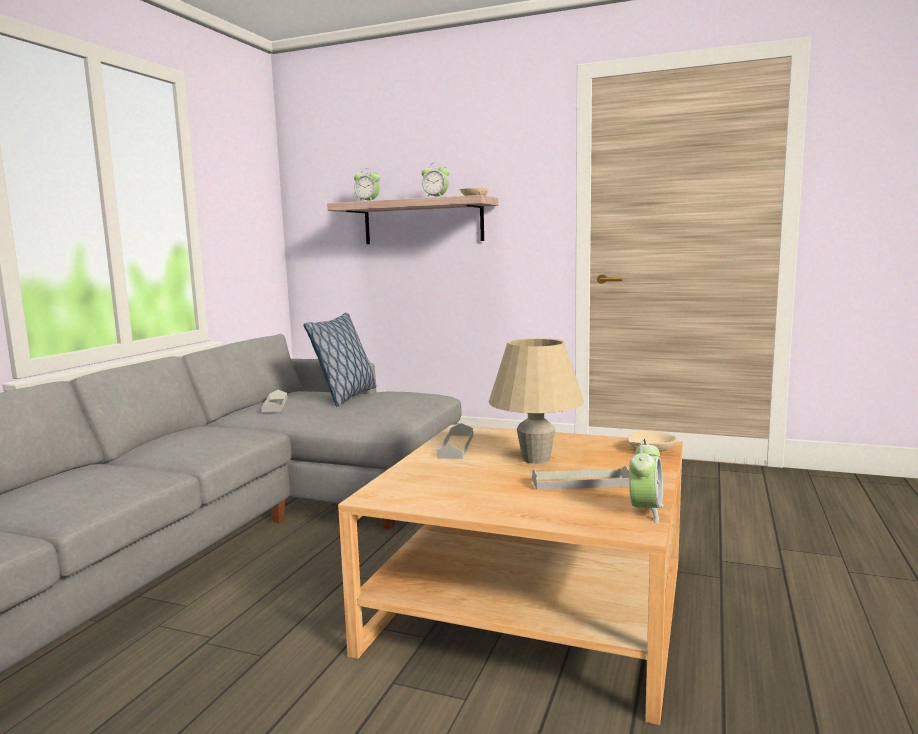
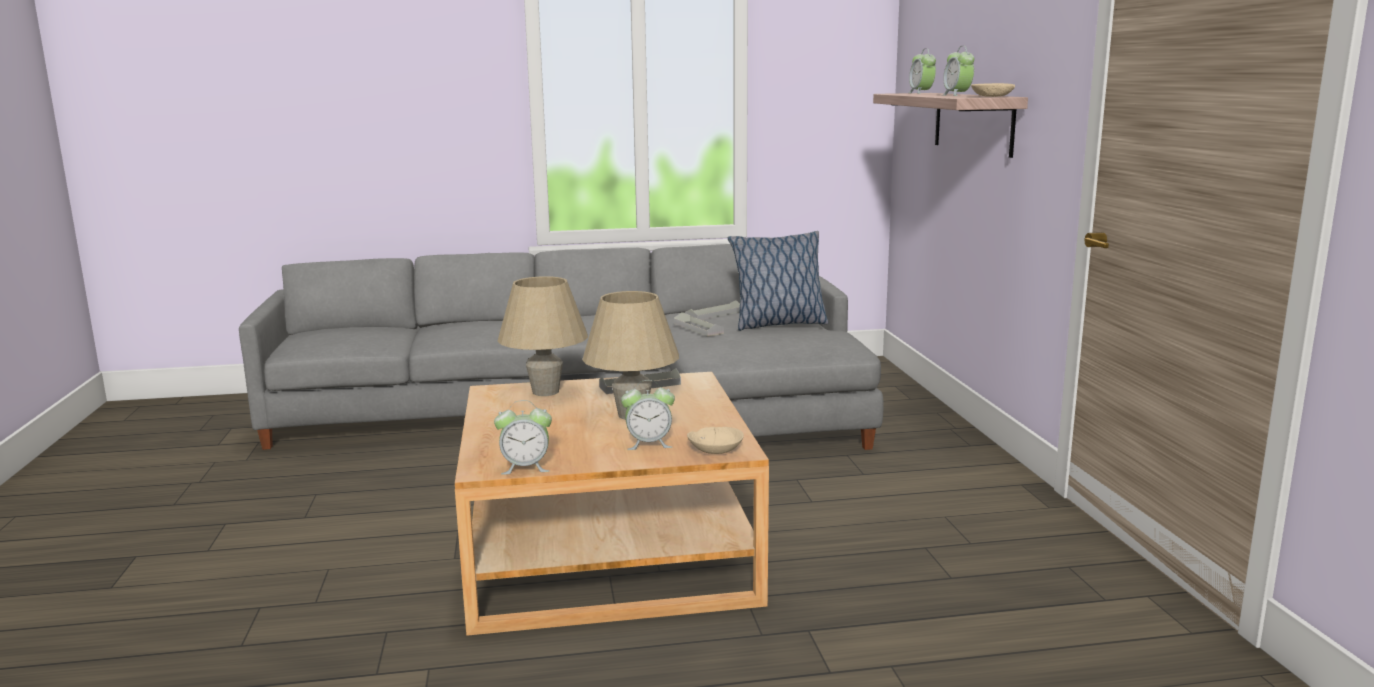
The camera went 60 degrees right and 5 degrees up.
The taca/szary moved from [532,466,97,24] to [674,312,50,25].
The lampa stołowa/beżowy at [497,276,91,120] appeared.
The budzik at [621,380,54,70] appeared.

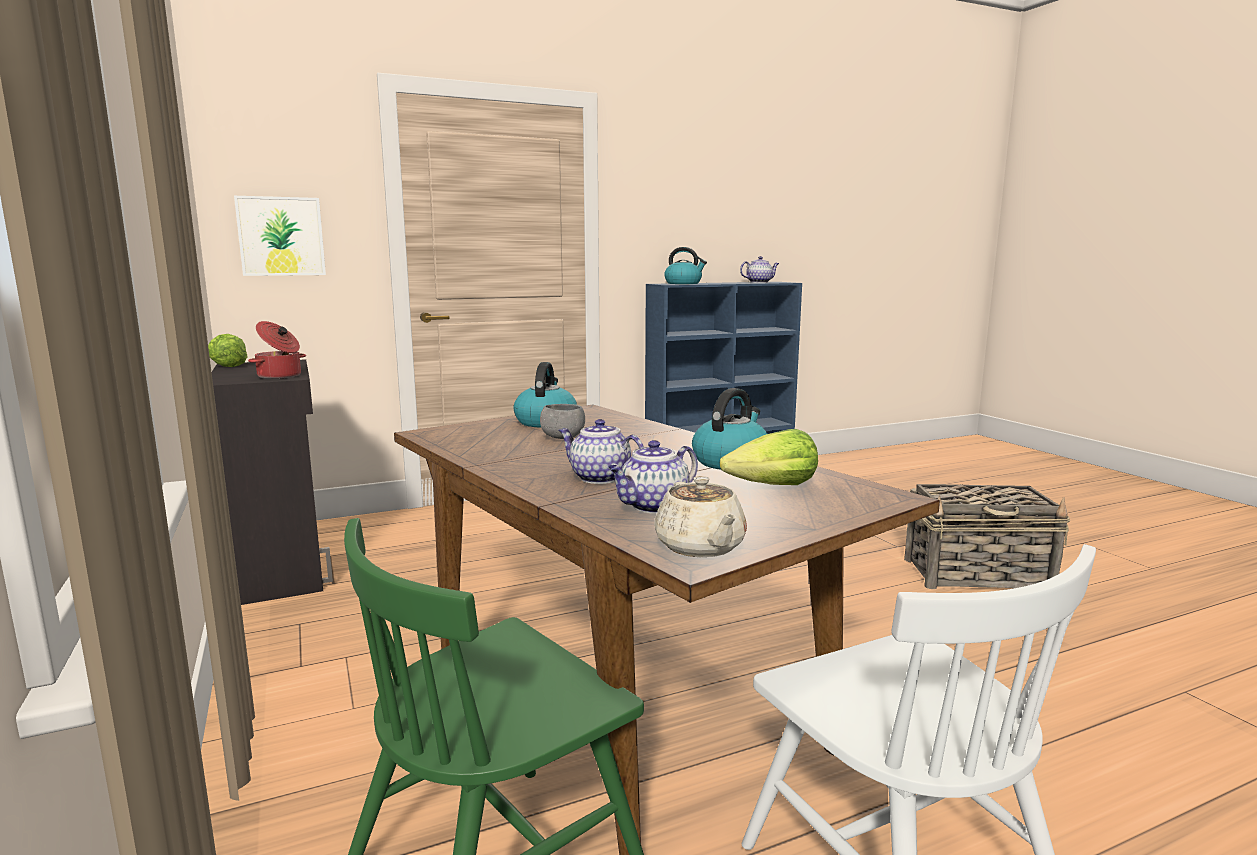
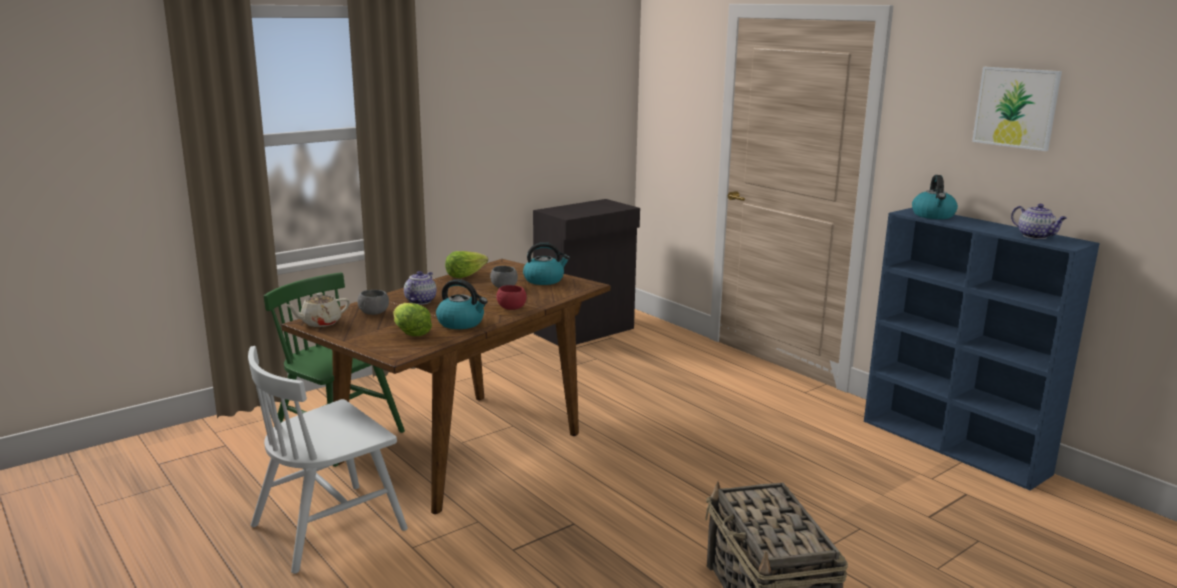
The camera went 75 degrees right and 5 degrees up.
The sałata moved from [208,334,40,33] to [445,251,43,27].
The obraz moved from [234,196,92,80] to [972,67,90,84].
The garnek at [248,321,58,58] disappeared.
The imbryk at [608,440,90,74] was replaced by the miska/szary at [357,290,32,25].
The miska/czerwony at [497,285,29,25] appeared.

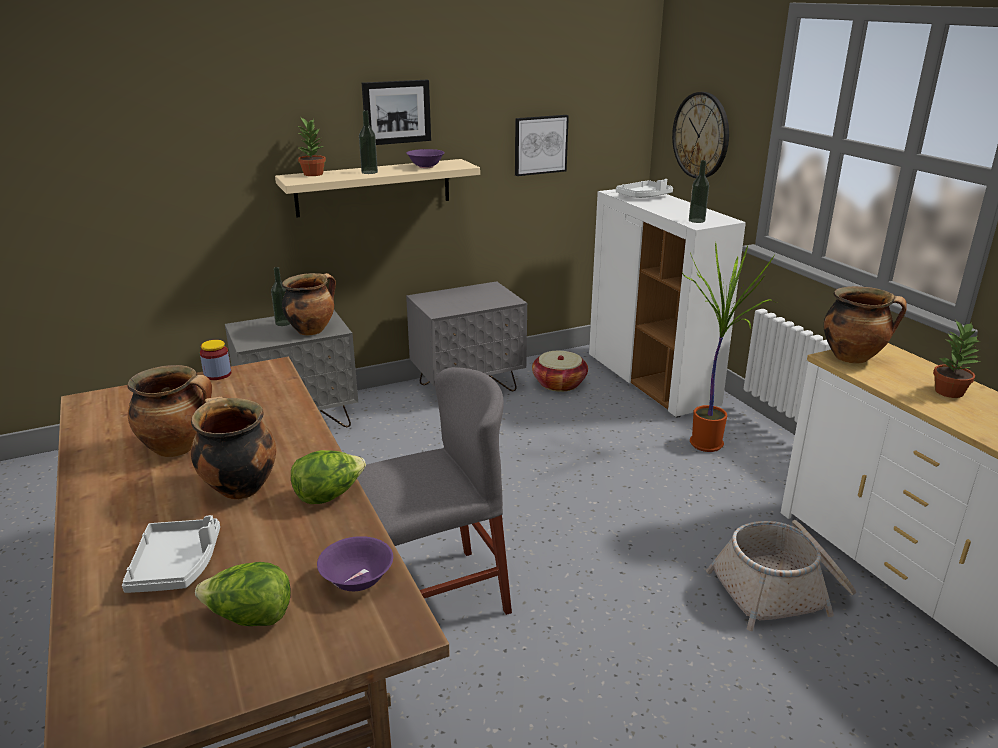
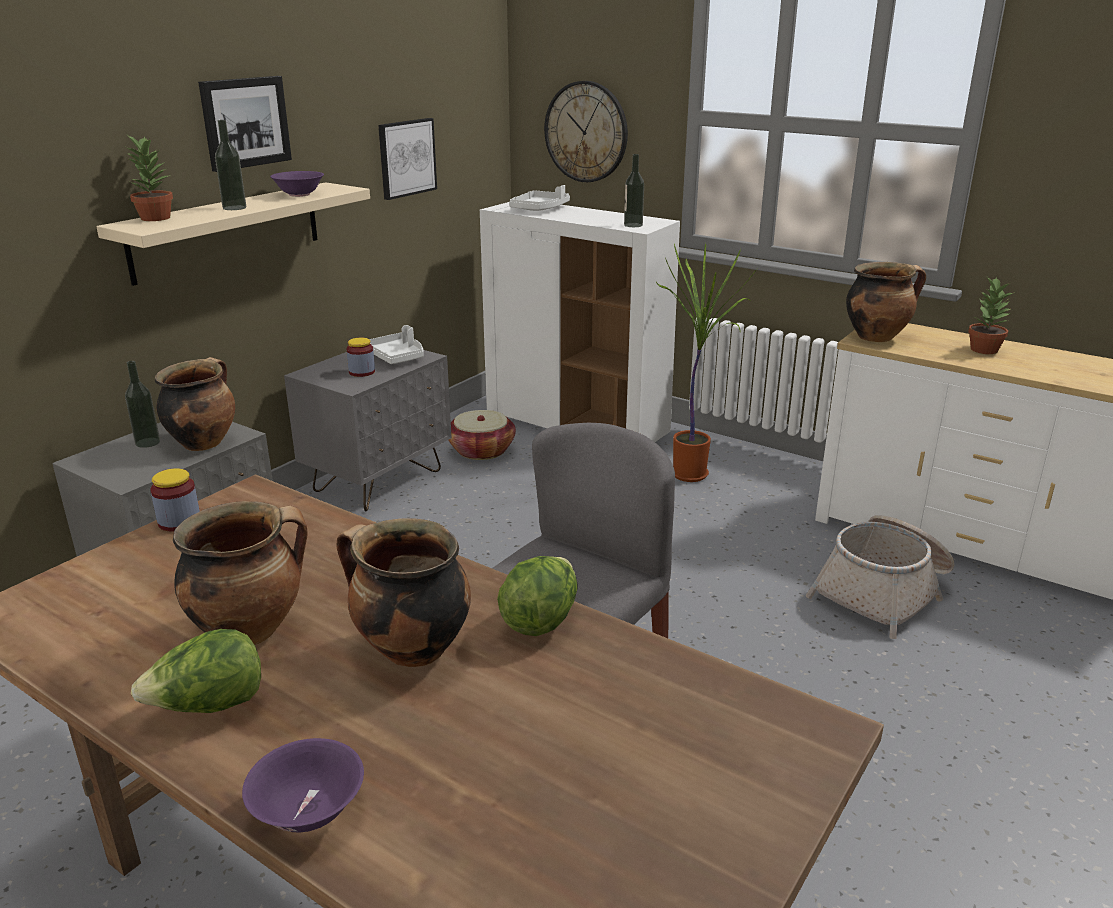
The camera went 30 degrees left and 0 degrees up.
The taca/biały moved from [122,515,98,78] to [369,325,55,39].
The sałata moved from [195,562,96,64] to [131,629,130,84].
The miska/fioletowy moved from [317,536,76,55] to [242,738,122,95].
The słoik at [346,338,29,39] appeared.

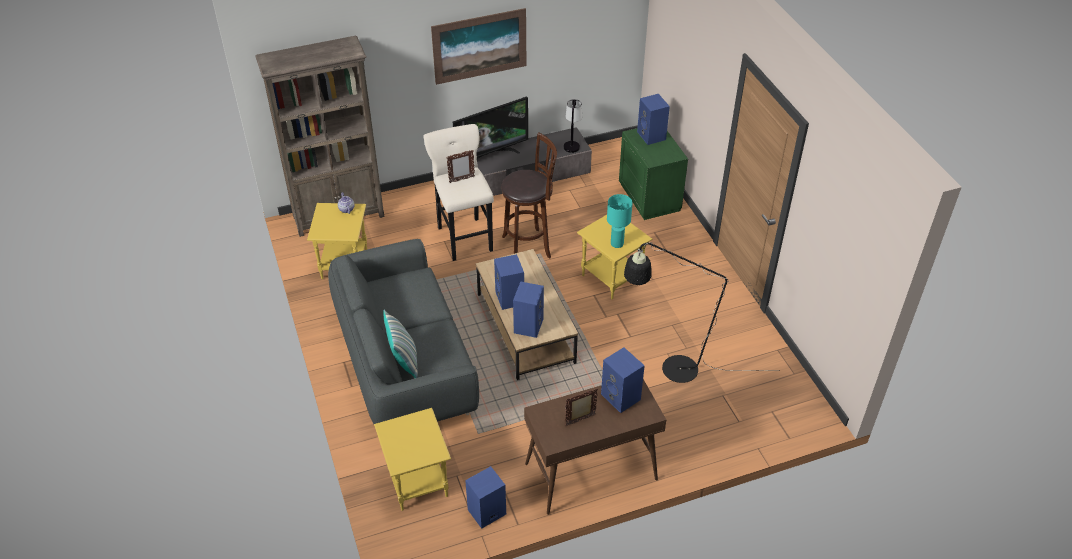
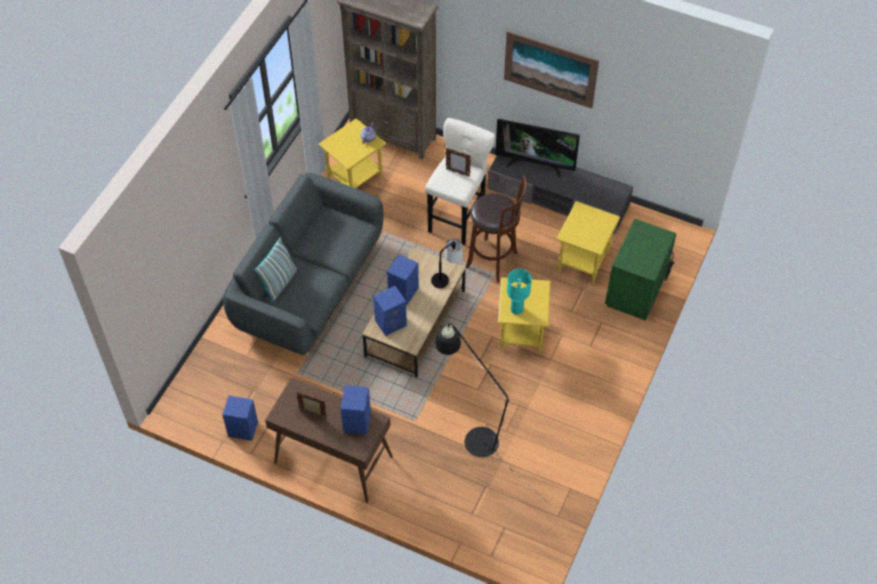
The camera went 45 degrees right and 10 degrees up.
The stolik/żółty moved from [374,408,77,103] to [556,201,64,82].
The lampa stołowa moved from [564,99,18,54] to [431,239,32,49].
The głośnik/niebieski at [637,94,33,51] disappeared.

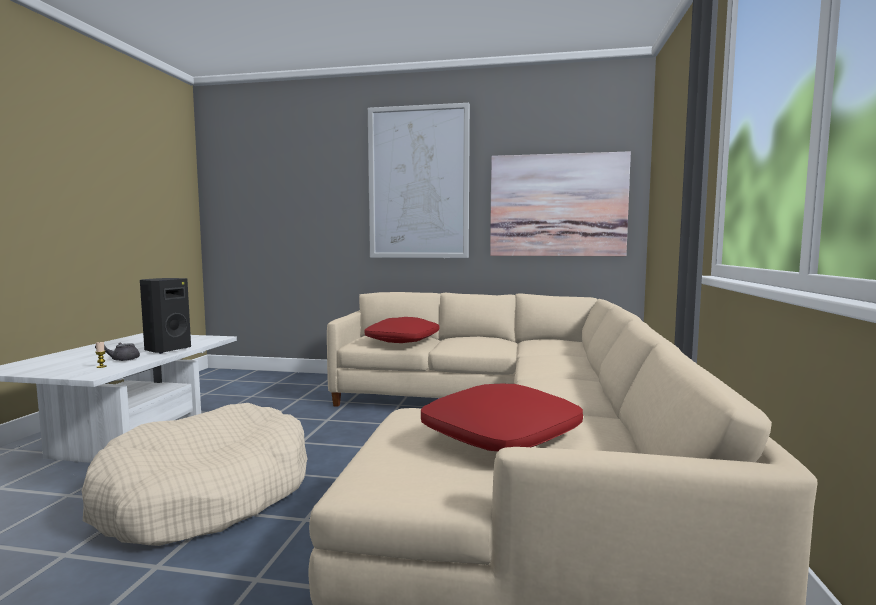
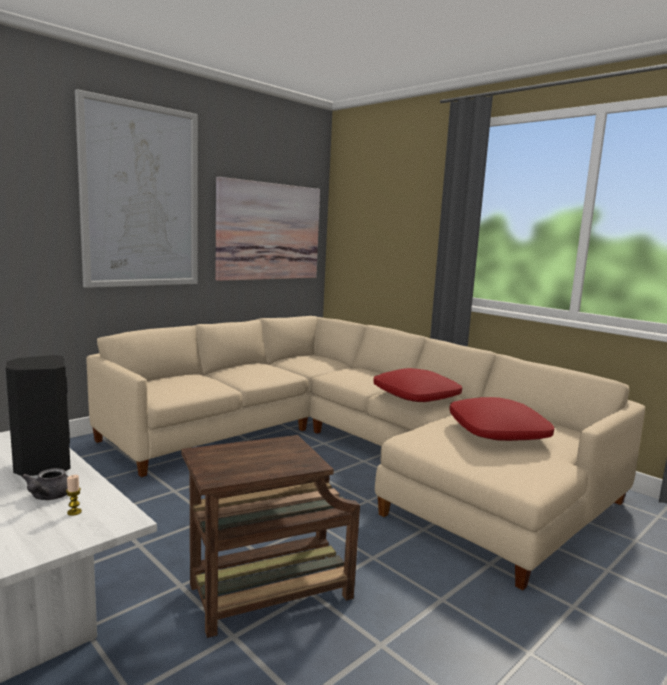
The camera went 55 degrees left and 5 degrees up.
The legowisko/beżowy at [82,403,226,143] was replaced by the stolik/brązowy at [181,435,179,203].
The poduszka/czerwony moved from [365,317,75,26] to [373,368,89,34].

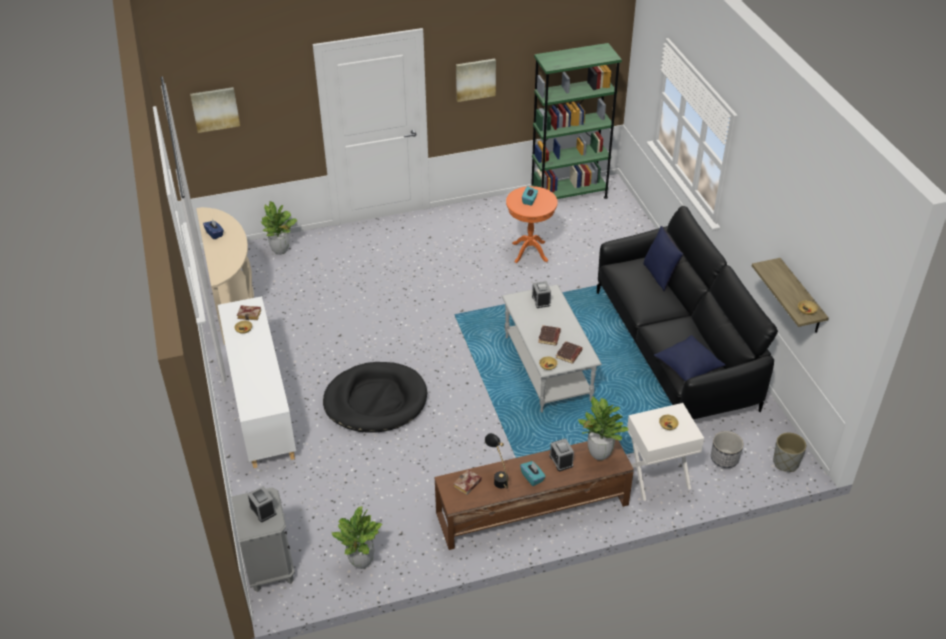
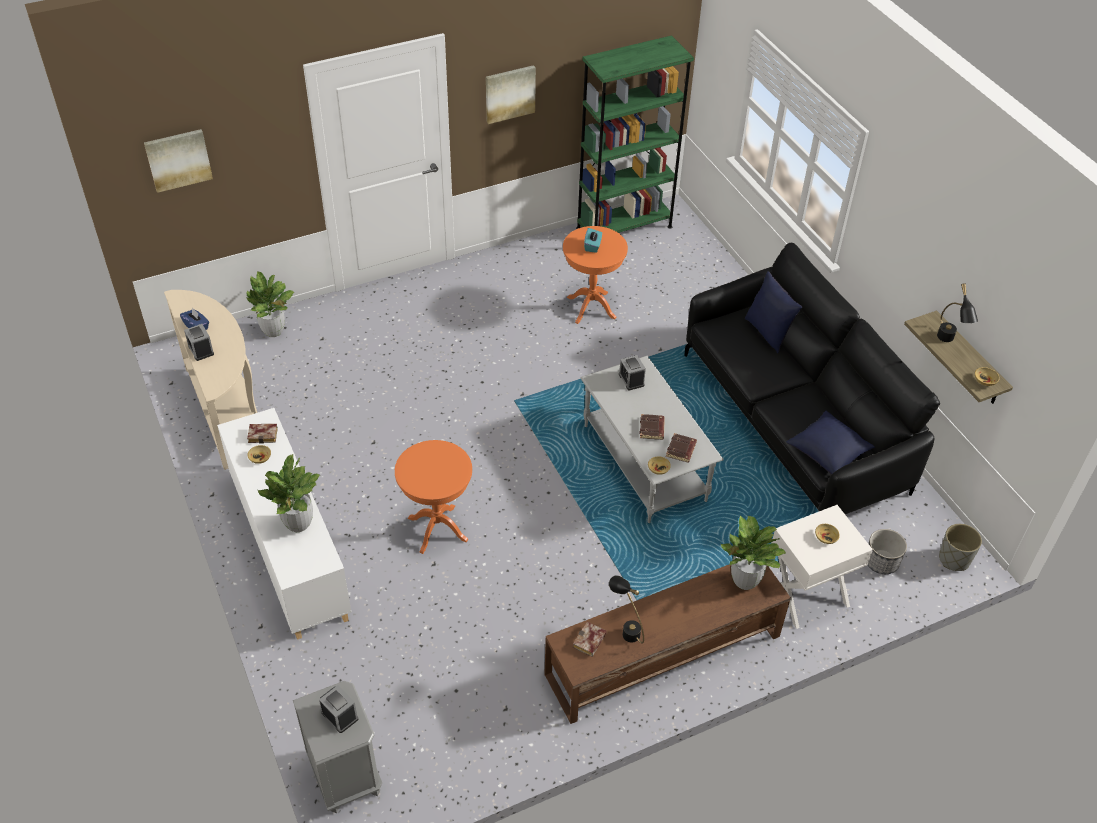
The camera went 10 degrees left and 5 degrees up.
The legowisko/czarny at [323,362,105,71] was replaced by the stolik/pomarańczowy at [395,440,77,114].
The roślina doniczkowa moved from [332,506,51,63] to [258,454,62,78].
The pudełko chusteczek/turkusowy at [520,461,26,25] disappeared.
The budzik moved from [550,439,24,32] to [184,324,30,37].
The lampa stołowa/czarny at [937,283,41,59] appeared.

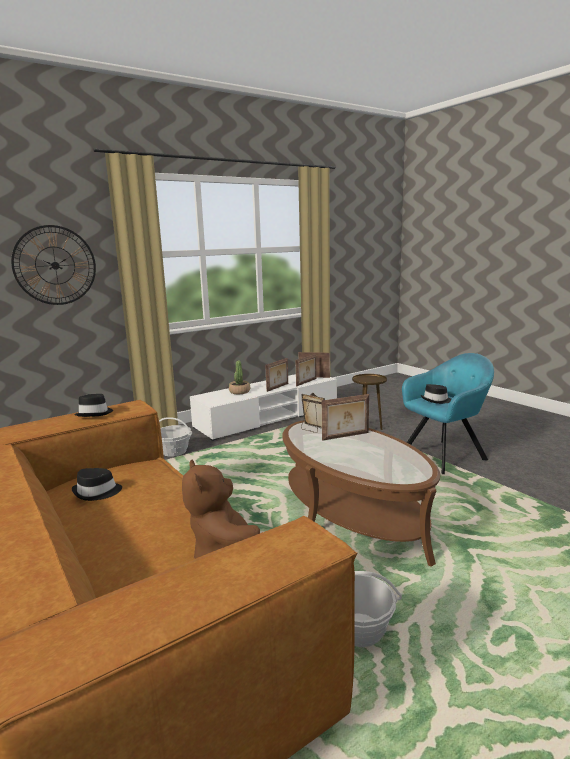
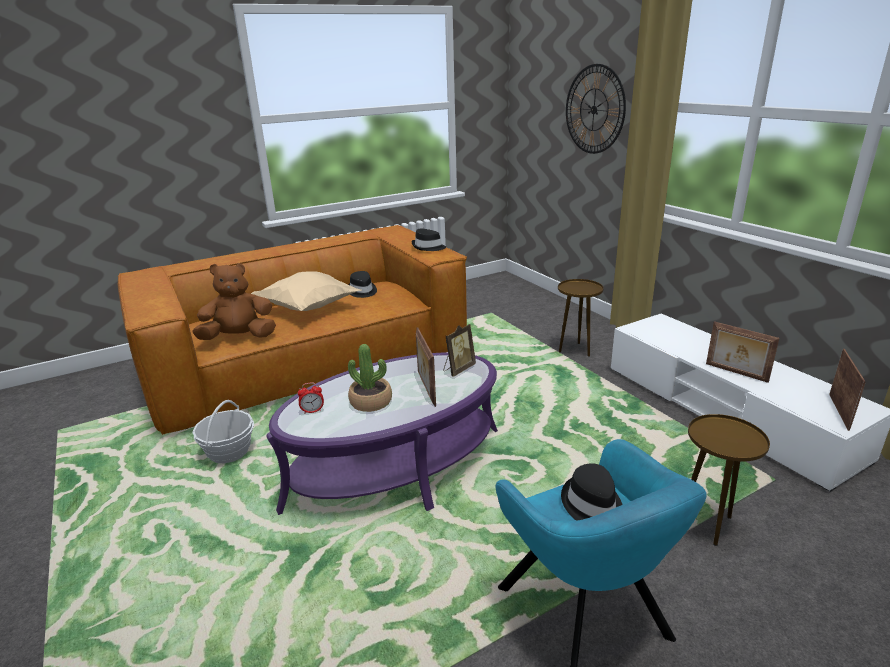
The camera went 95 degrees right and 10 degrees up.
The koszyk at [159,417,33,40] was replaced by the stolik/brązowy at [558,279,46,78].
The roślina doniczkowa moved from [229,360,21,34] to [348,344,44,68].
The ława/brązowy at [282,421,158,146] became the ława/fioletowy at [266,352,232,163].
The ramka na zdjęcie at [295,354,21,32] disappeared.
The poduszka/beżowy at [251,271,110,40] appeared.
The budzik at [298,382,26,32] appeared.

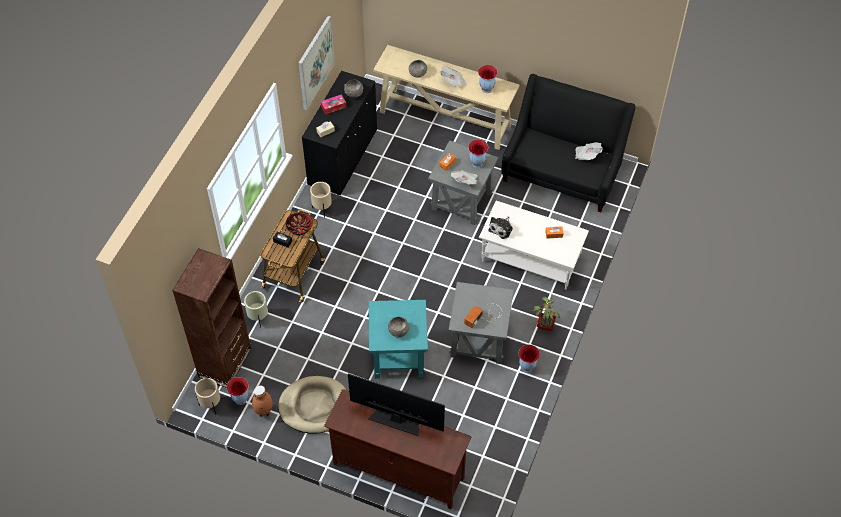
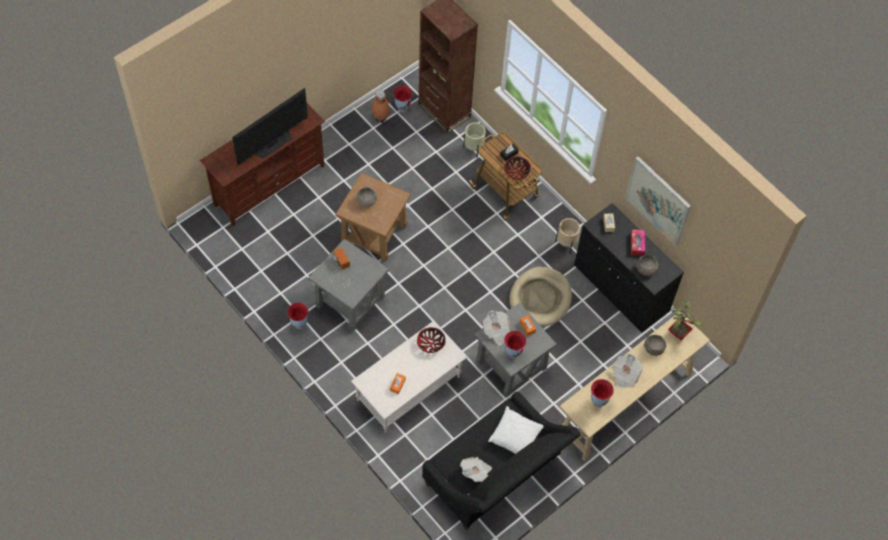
The camera went 115 degrees right and 5 degrees up.
The donica/beżowy at [195,378,25,36] disappeared.
The legowisko/beżowy moved from [278,376,68,58] to [509,267,63,59].
The stolik/turkusowy at [369,300,59,79] became the stolik/brązowy at [335,172,76,89].
The pluszak at [488,217,25,22] was replaced by the miska at [417,327,29,26].
The roślina doniczkowa moved from [533,297,27,34] to [668,300,35,40].
The poduszka/biały at [488,406,56,48] appeared.

